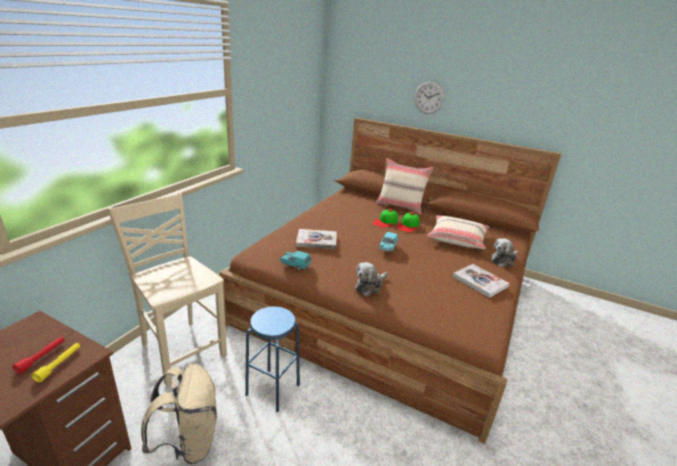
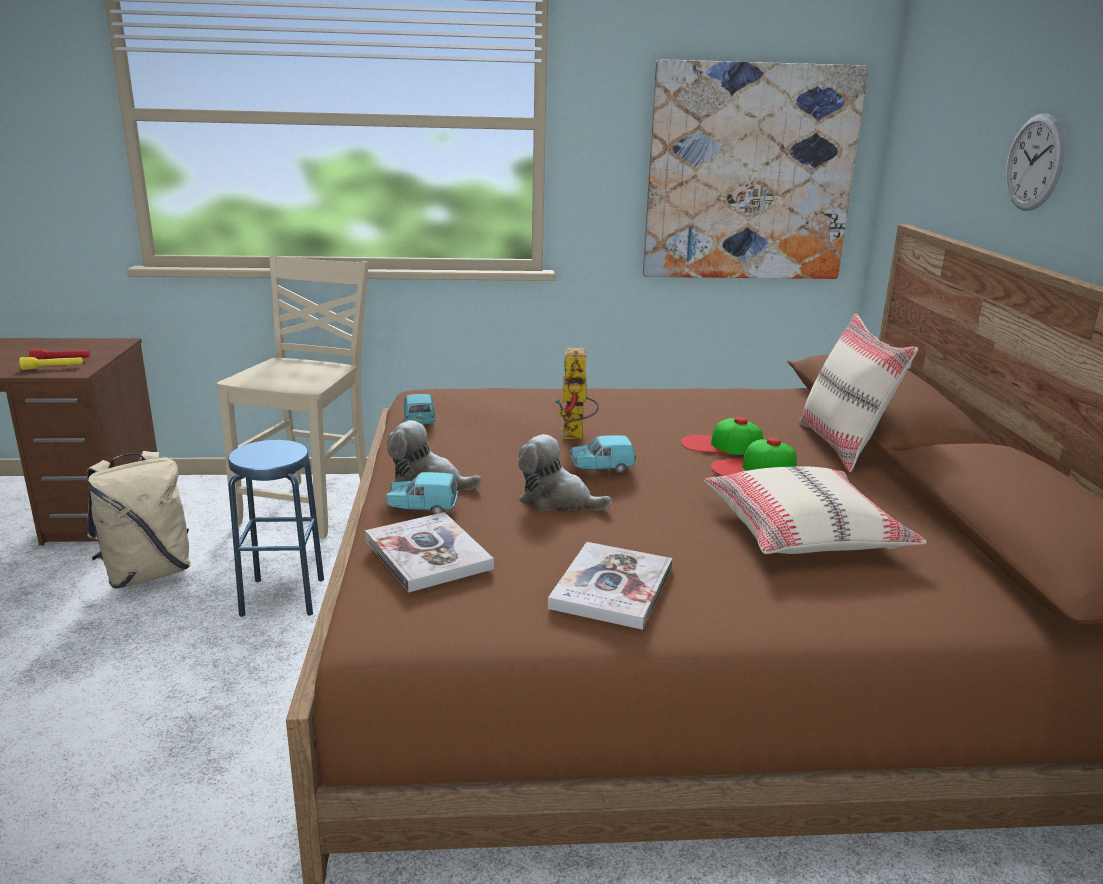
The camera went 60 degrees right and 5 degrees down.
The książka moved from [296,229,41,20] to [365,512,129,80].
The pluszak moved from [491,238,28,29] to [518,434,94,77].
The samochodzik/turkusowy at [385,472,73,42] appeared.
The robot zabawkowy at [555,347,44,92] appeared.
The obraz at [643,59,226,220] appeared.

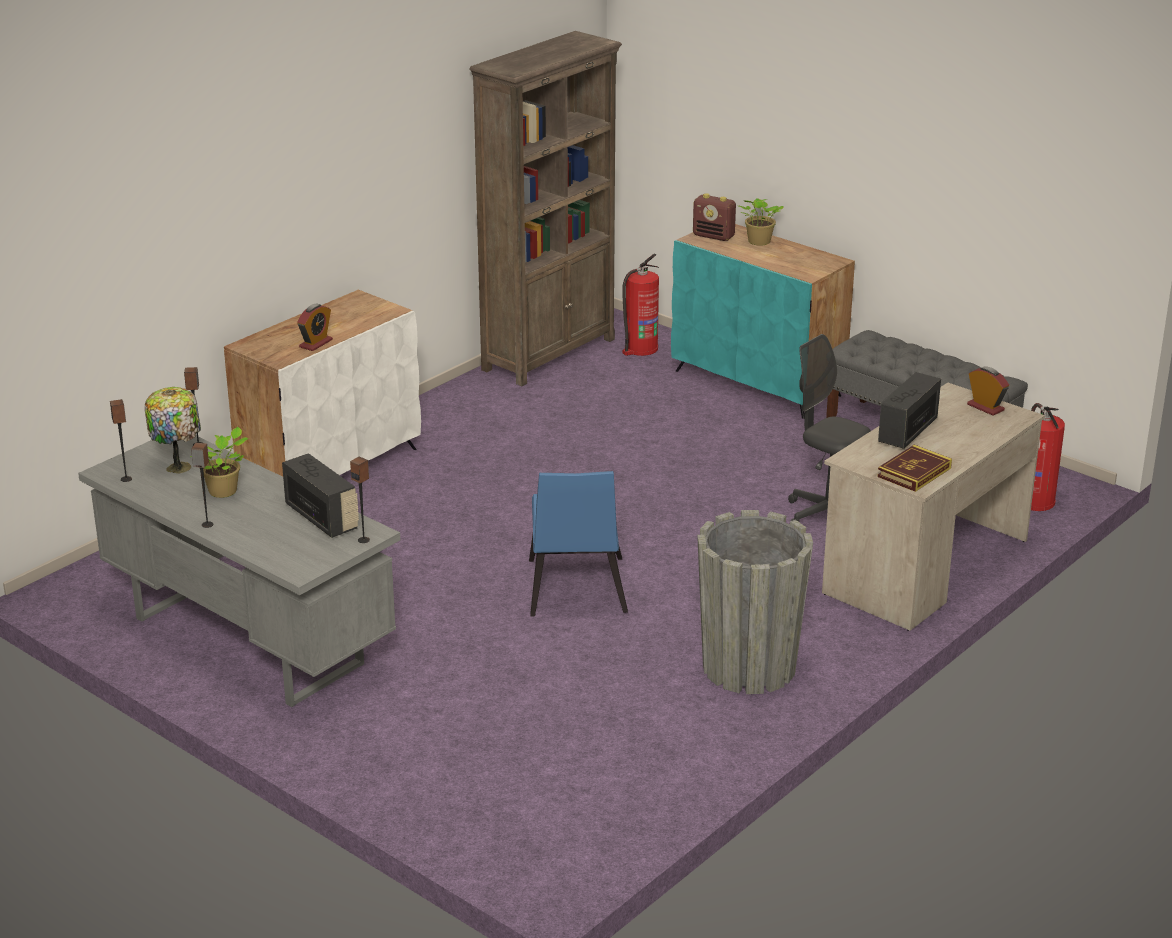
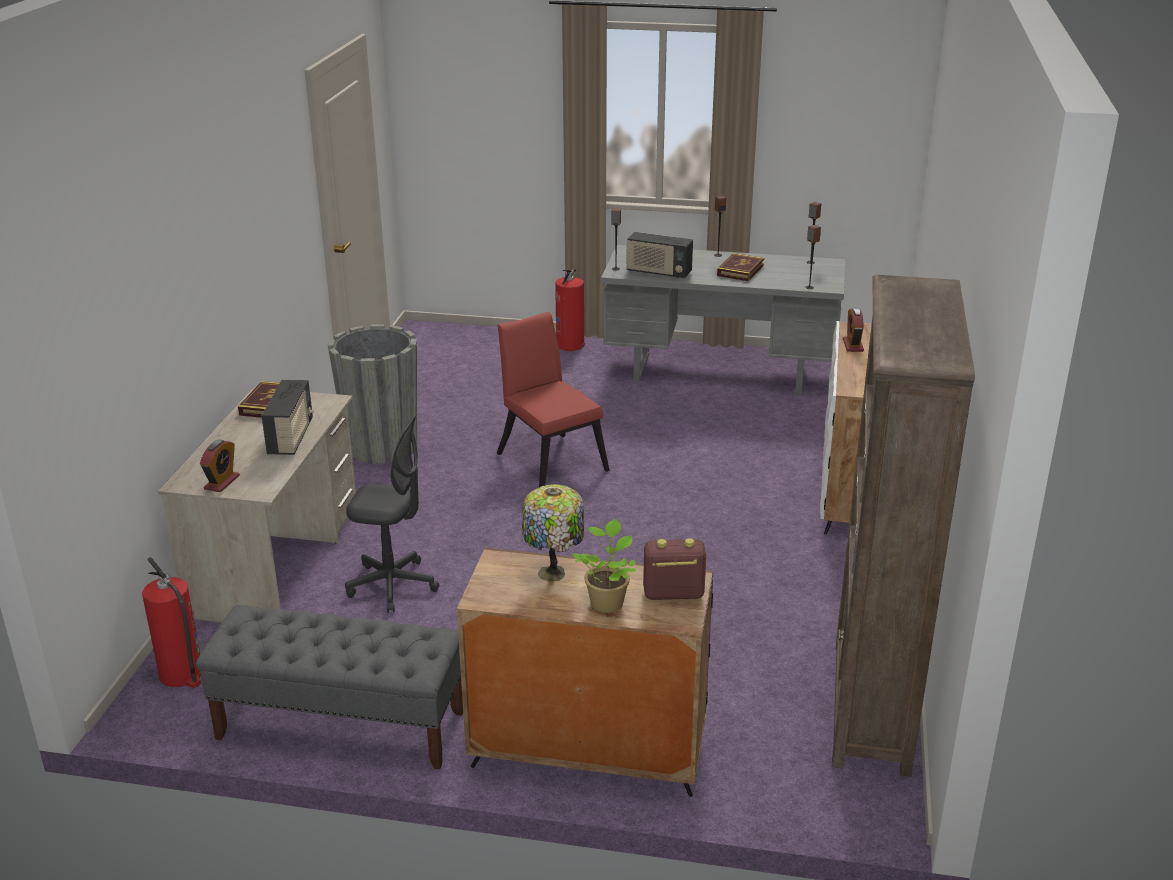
The camera went 150 degrees right and 0 degrees up.
The lampa stołowa moved from [144,387,57,87] to [522,484,62,98].
The roślina doniczkowa at [191,427,57,71] was replaced by the książka at [717,253,47,28].
The krzesło/niebieski at [529,471,99,146] became the krzesło/czerwony at [497,311,113,176].
The gaśnica moved from [622,254,37,102] to [555,269,30,82].
The szafka/turkusowy at [671,224,184,195] became the szafka/brązowy at [457,547,256,250].
The budzik at [967,367,42,49] turned 90 degrees counterclockwise.

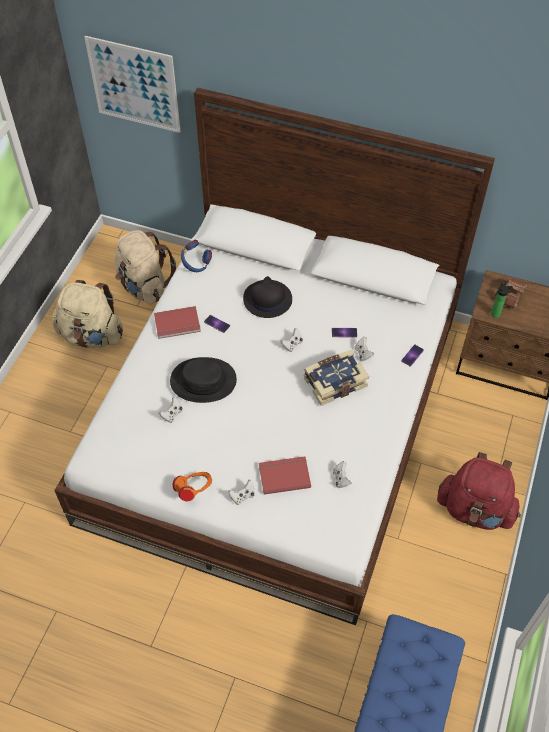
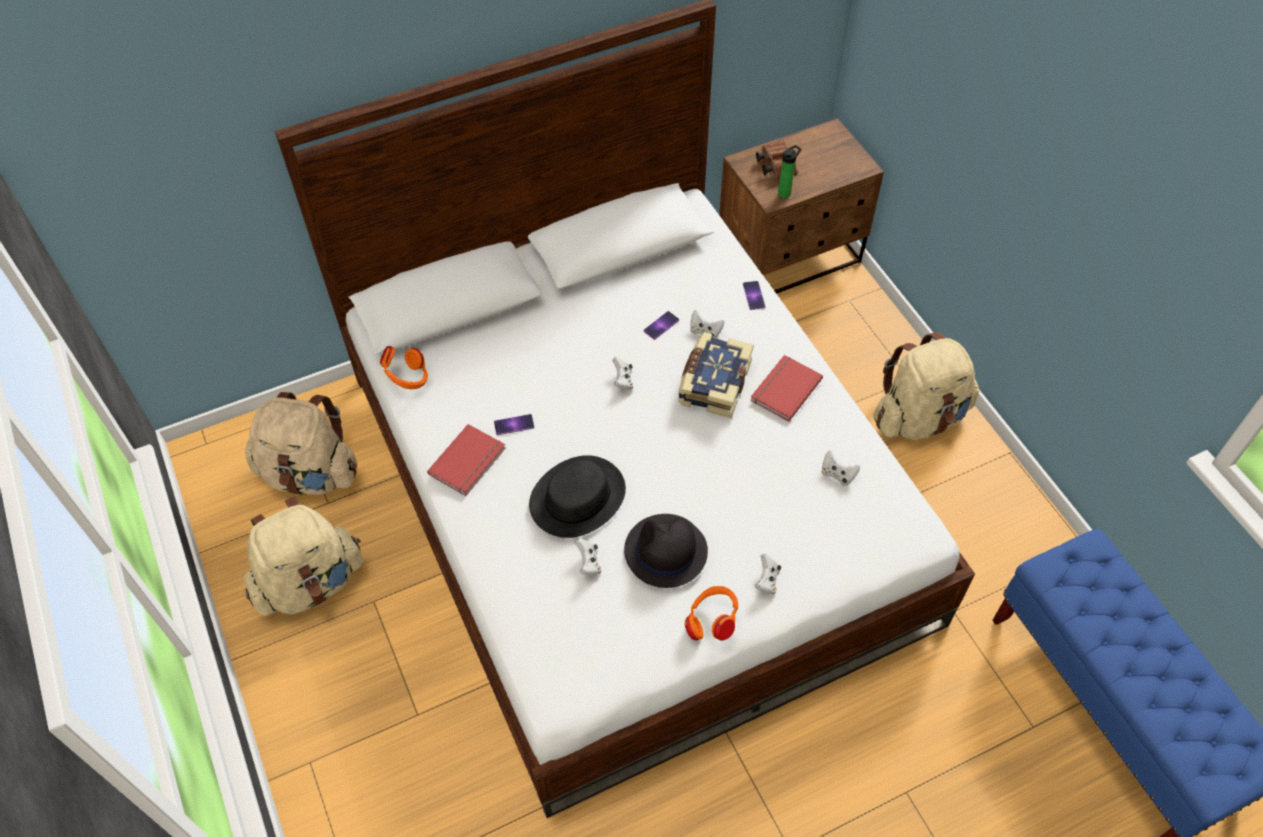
The camera went 45 degrees left and 0 degrees up.
The obraz at [84,36,97,97] disappeared.
The słuchawki/niebieski at [181,240,31,32] became the słuchawki/pomarańczowy at [380,346,48,43].
The kapelusz/czarny moved from [243,276,49,42] to [624,514,84,74].
The książka/czerwony moved from [259,456,52,39] to [750,355,73,67].
The plecak/czerwony at [437,452,84,78] became the plecak/beżowy at [873,332,106,108].

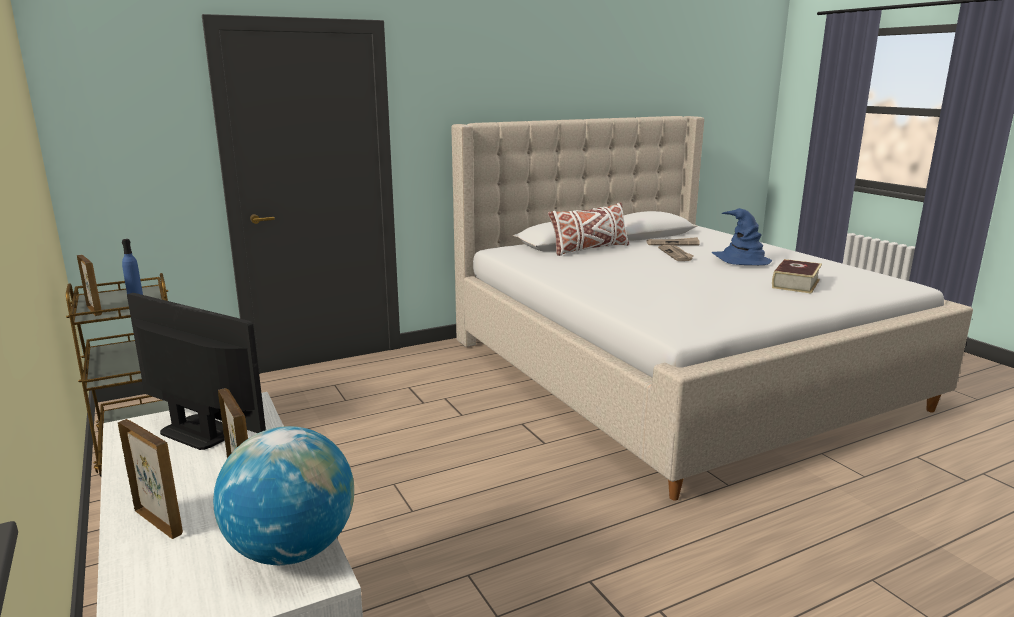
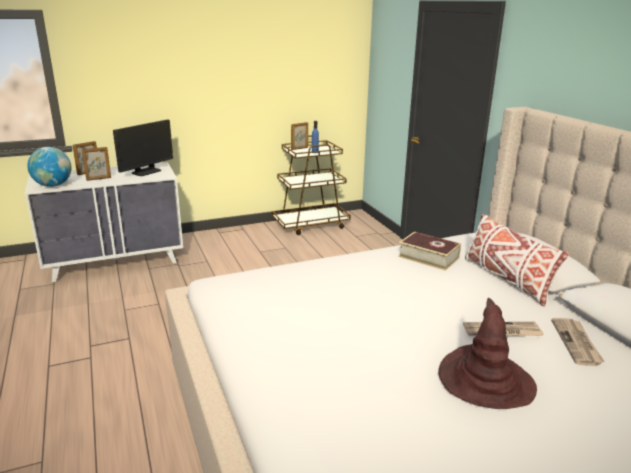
The camera went 95 degrees right and 5 degrees up.
The kapelusz/niebieski at [712,208,60,57] became the kapelusz/brązowy at [438,298,99,111].
The książka moved from [772,259,50,35] to [398,232,63,39].

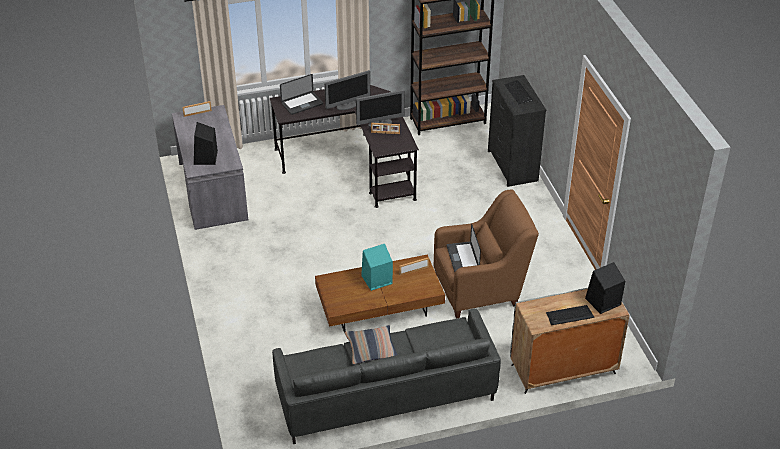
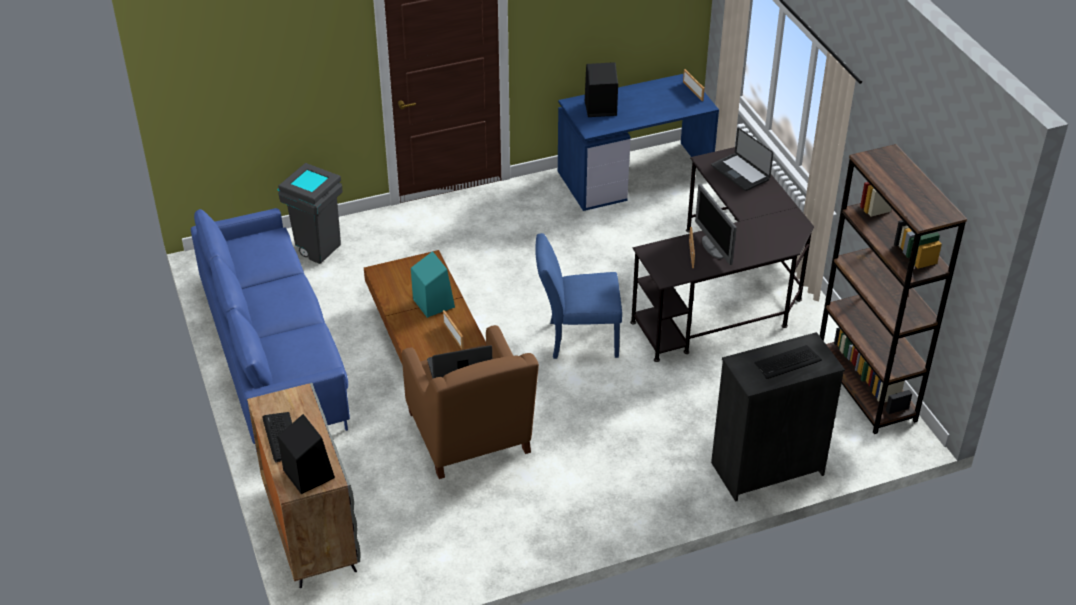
The camera went 85 degrees right and 0 degrees up.
The biurko/szary at [172,105,76,125] became the biurko/niebieski at [558,74,161,137].
The kanapa/szary at [272,308,229,136] became the kanapa/niebieski at [191,208,159,244].
The monitor at [324,70,47,40] disappeared.
The poduszka at [345,325,53,39] disappeared.
The kosz na śmieci/szary at [277,163,65,101] appeared.
The krzesło/niebieski at [535,233,87,126] appeared.

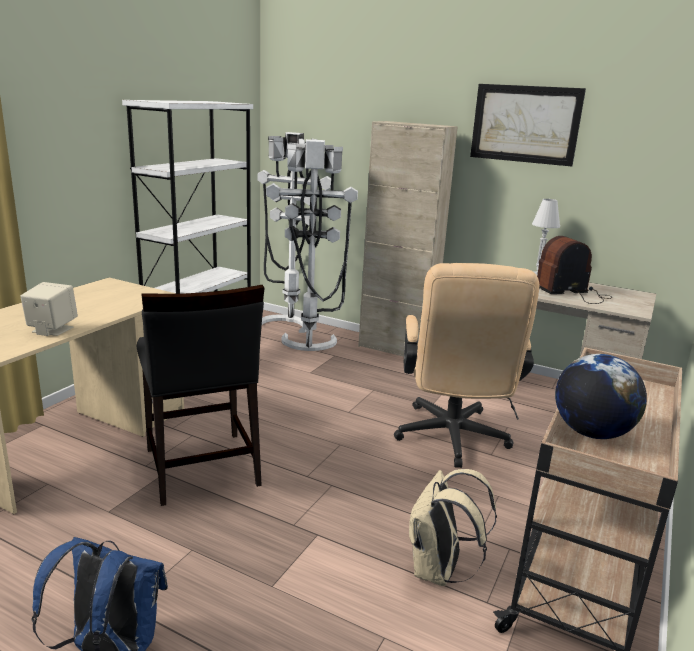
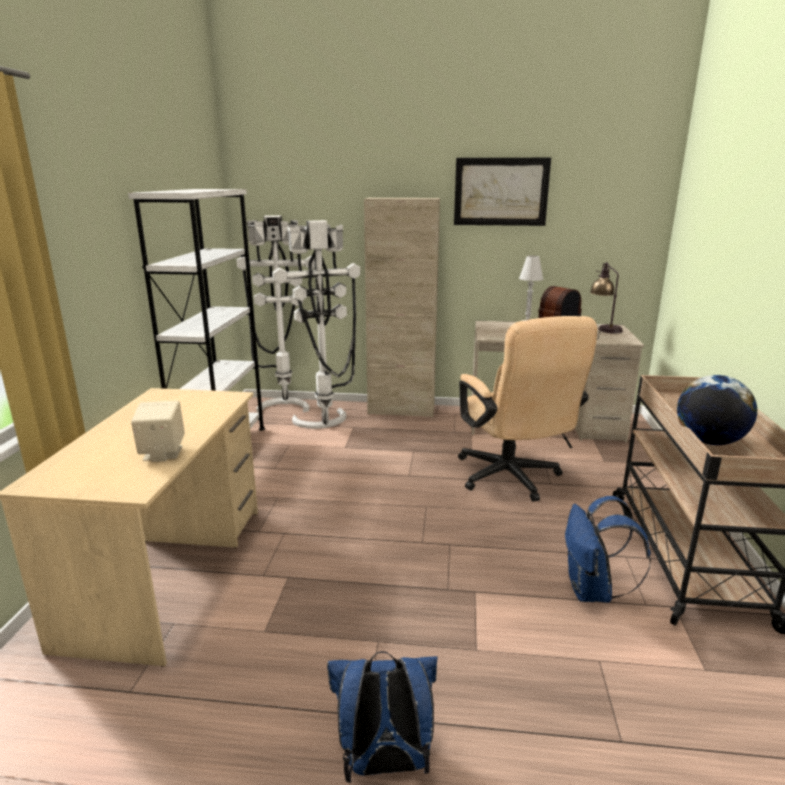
The camera went 20 degrees left and 0 degrees up.
The krzesło/czarny at [137,285,128,221] disappeared.
The plecak/beżowy at [409,469,88,117] became the plecak/niebieski at [565,496,86,107].
The lampa stołowa at [590,262,33,71] appeared.

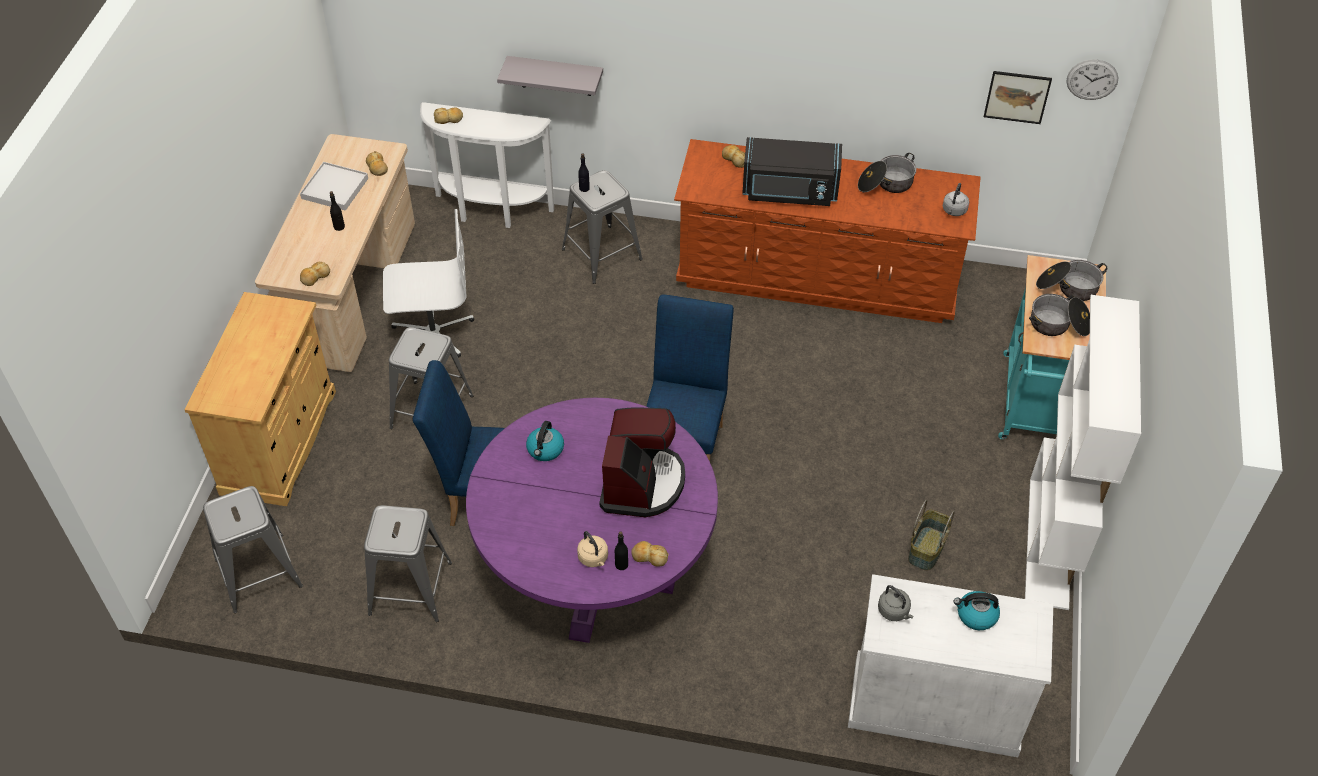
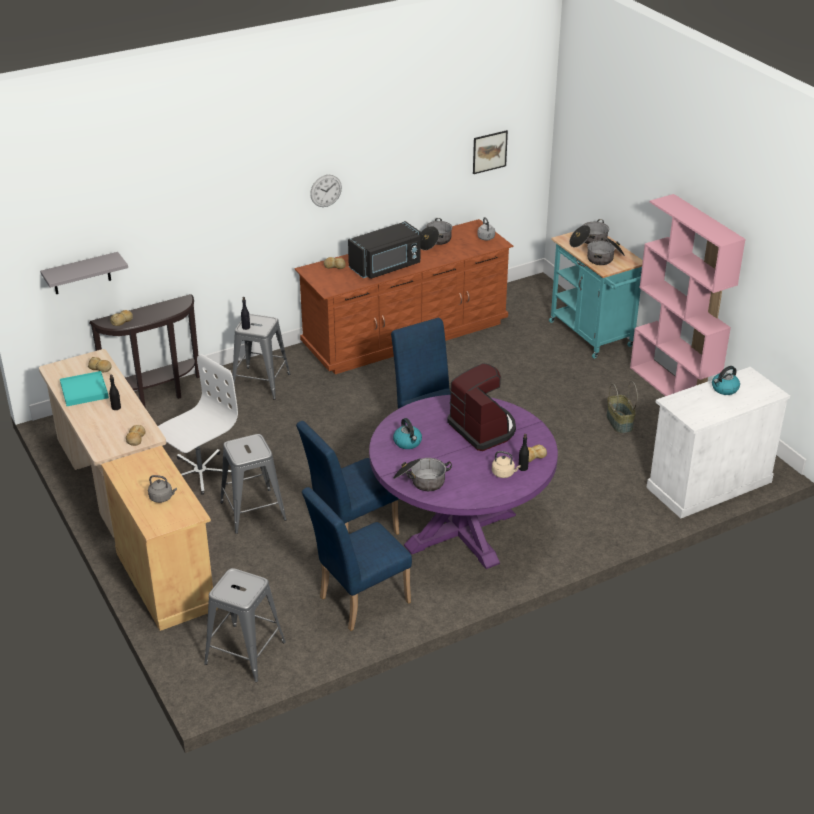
The camera went 40 degrees left and 15 degrees down.
The taca/biały at [300,162,68,49] became the taca/turkusowy at [60,371,49,35].
The stołek/szary at [364,505,88,117] was replaced by the krzesło/niebieski at [302,487,110,144].
The stolik konsolowy/biały at [420,102,134,126] became the stolik konsolowy/brązowy at [89,294,111,114].
The półka/szary moved from [497,56,106,40] to [40,252,88,42].
The czajnik/szary moved from [878,585,36,36] to [148,475,29,28].
The regał/biały at [1025,295,116,315] became the regał/różowy at [630,194,116,202].
The zegar ścienny moved from [1066,60,53,40] to [310,175,32,32].
The garnek at [393,458,59,33] appeared.

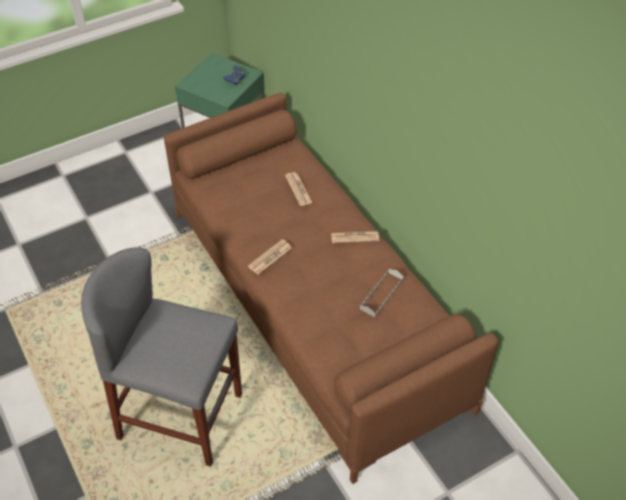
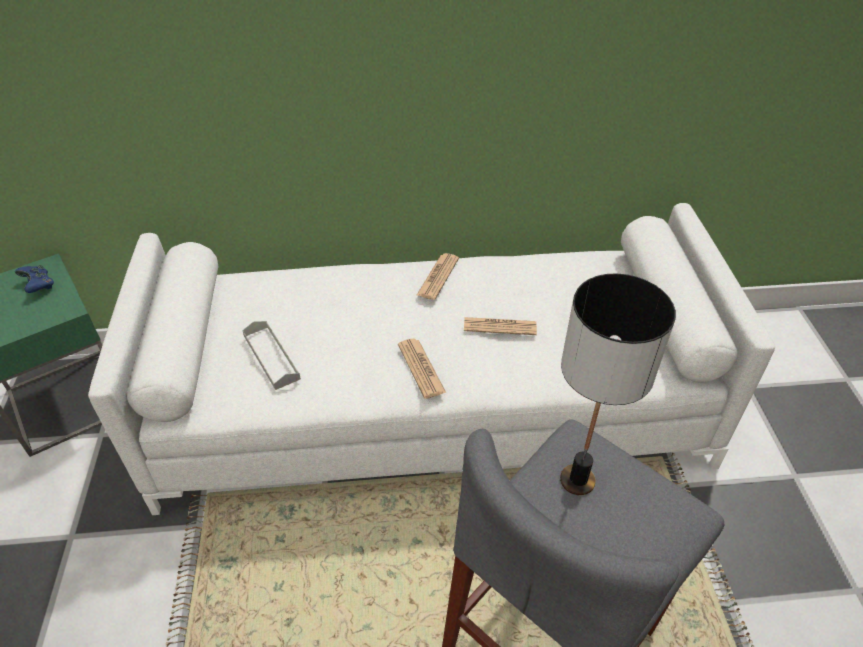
The camera went 65 degrees left and 5 degrees down.
The kanapa/brązowy at [164,92,334,392] became the kanapa/biały at [88,203,687,312].
The gazeta moved from [285,172,28,34] to [464,317,73,18].
The taca/szary moved from [360,269,44,48] to [242,321,59,69].
The lampa stołowa at [560,273,116,222] appeared.

